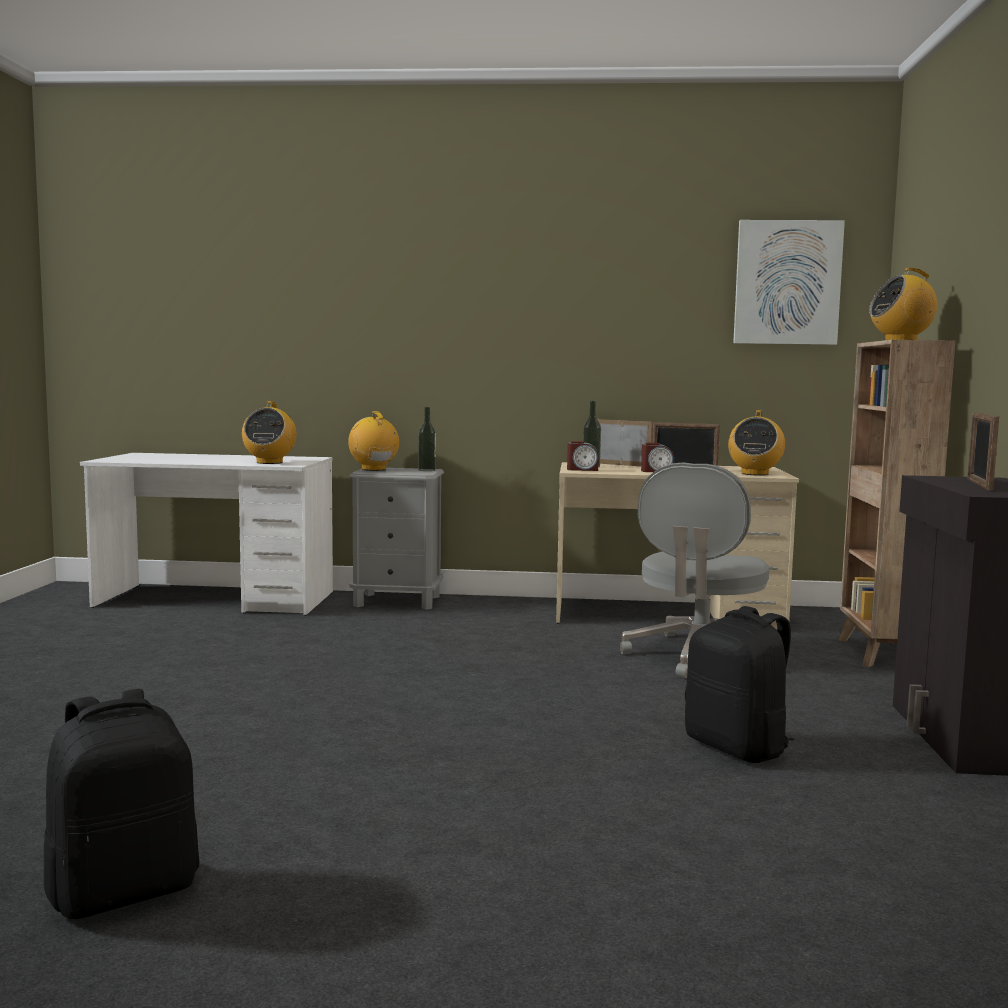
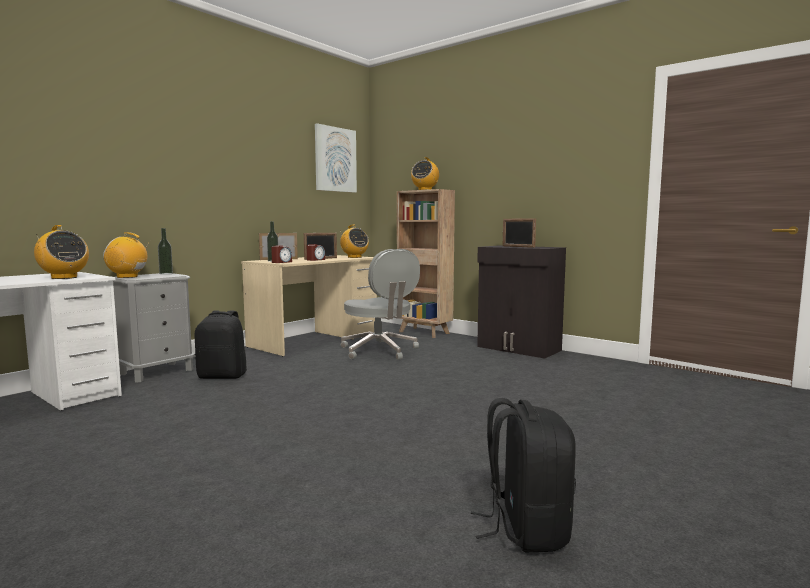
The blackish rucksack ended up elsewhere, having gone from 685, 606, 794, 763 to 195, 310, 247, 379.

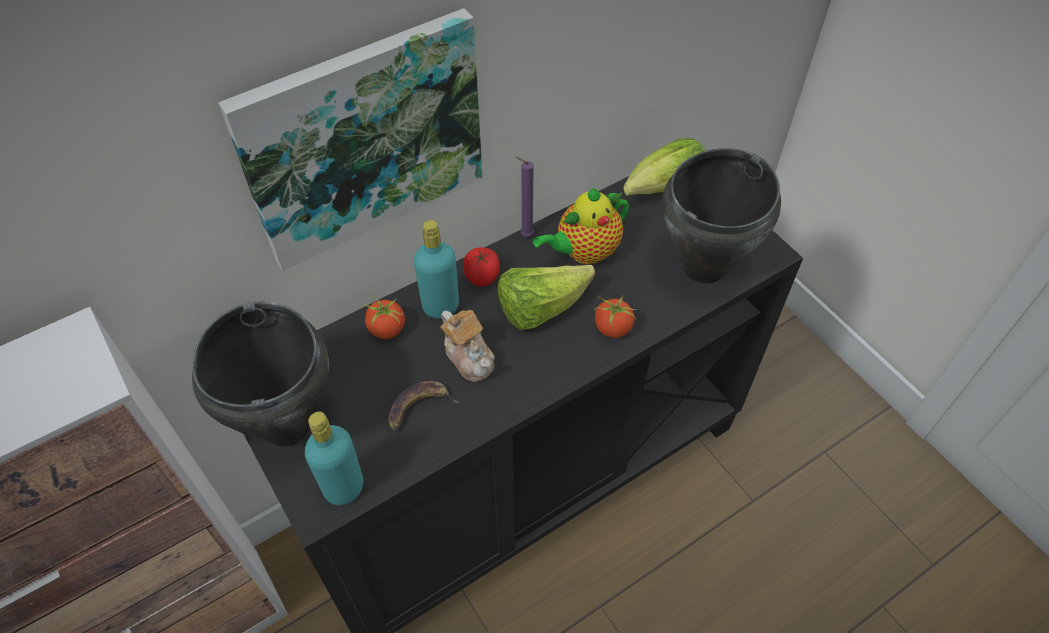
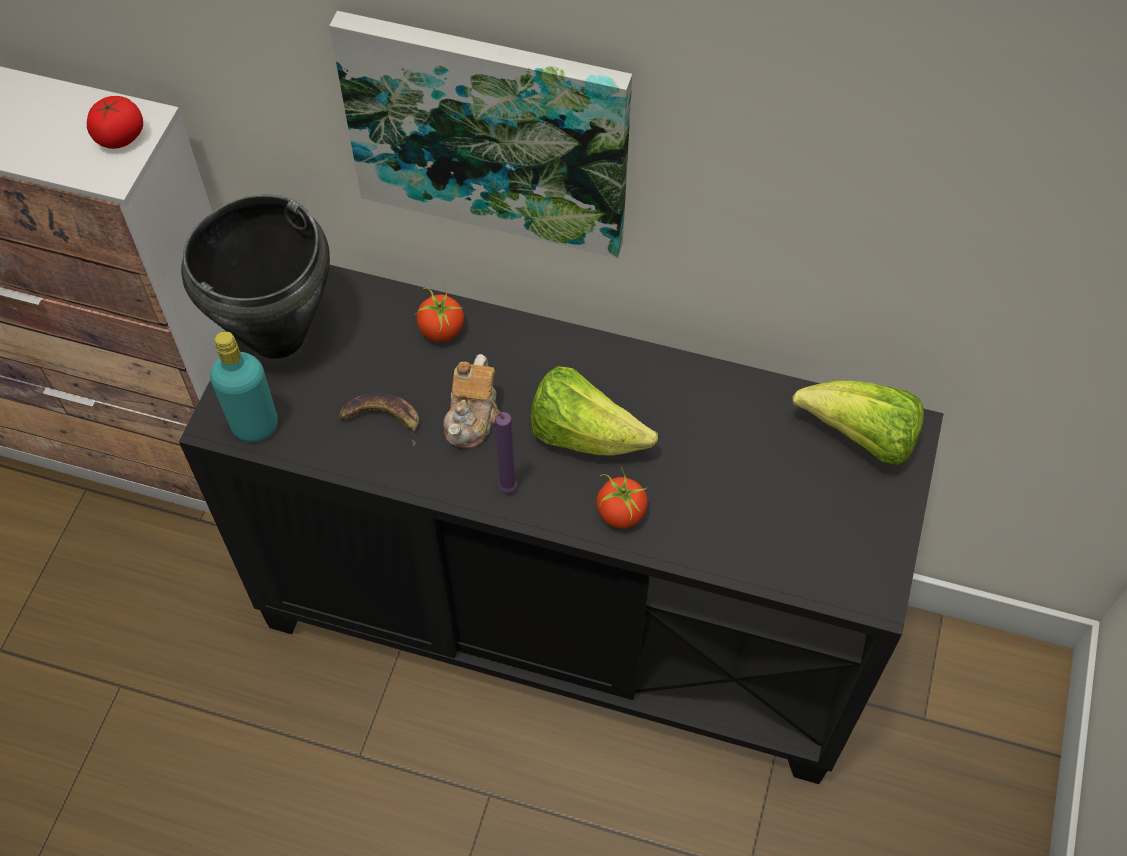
The second view lost the turquoise-coloured drink bottle at 414, 220, 459, 319.
The second view lost the teapot at 533, 188, 629, 264.
The second view lost the blackish stockpot at 662, 148, 781, 284.
The tomato ended up elsewhere, having gone from 463, 247, 500, 287 to 87, 96, 143, 149.
The purple-coloured wax light ended up elsewhere, having gone from 515, 156, 534, 236 to 491, 399, 517, 493.

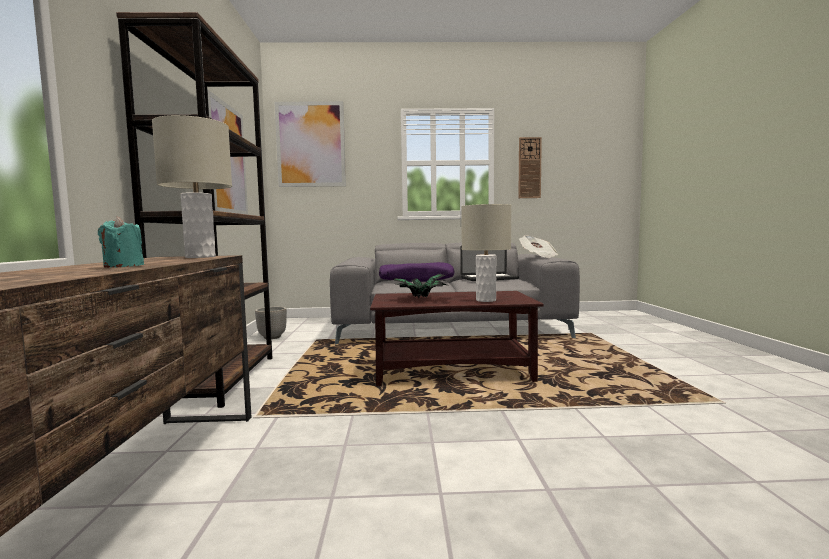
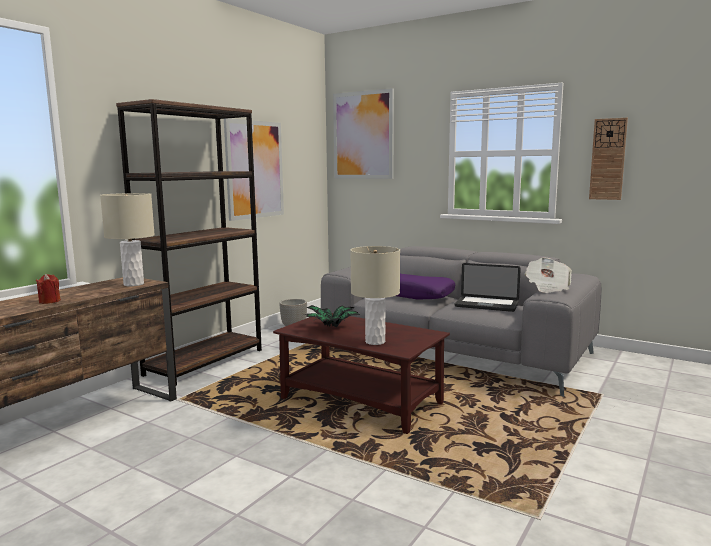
What was the turquoise-coloured wax light at 98, 216, 144, 268 turned into the reddish wax light at 36, 274, 61, 304.

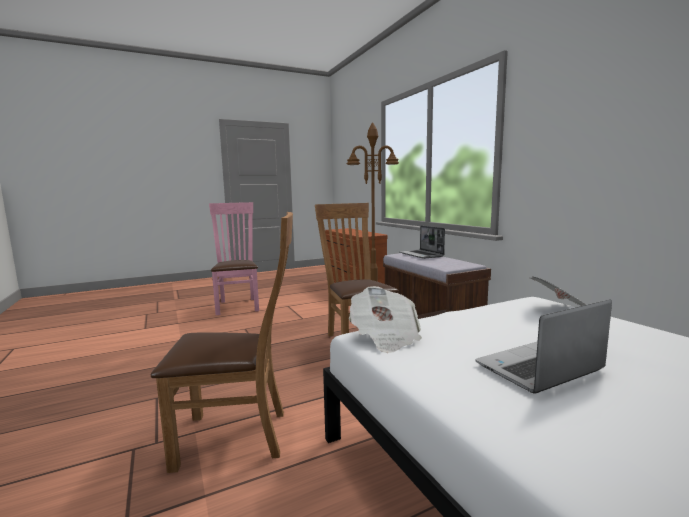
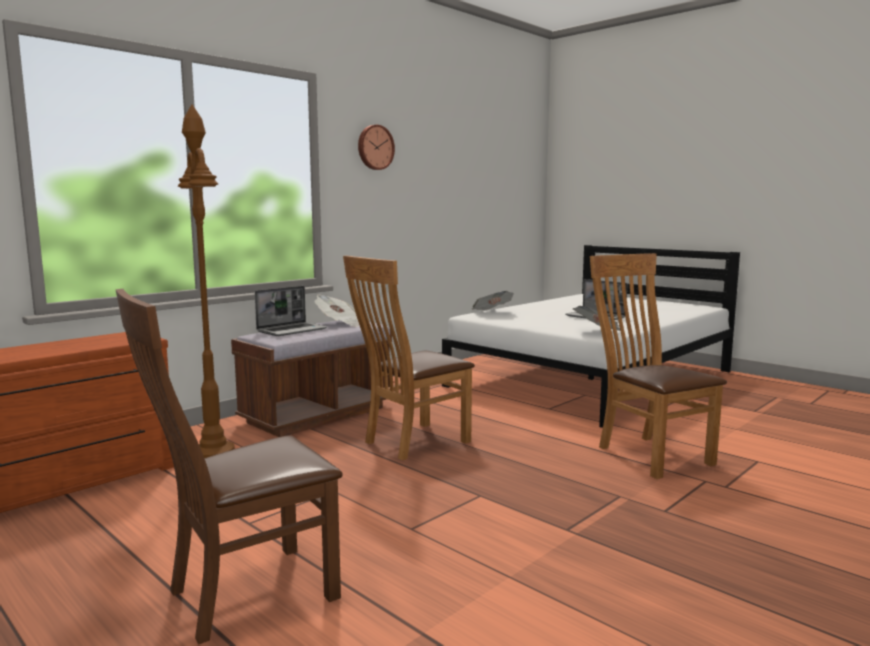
The second view gained the newspaper at 315, 295, 359, 327.
The second view gained the clock on the wall at 358, 125, 395, 170.
What was the pinkish upright chair at 209, 202, 259, 315 turned into the brownish upright chair at 116, 289, 343, 645.

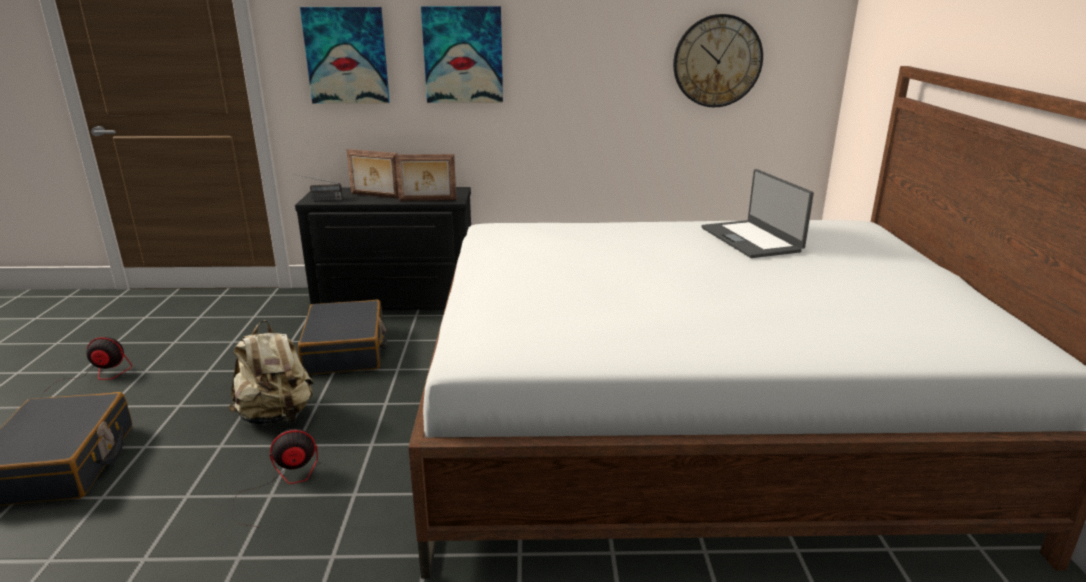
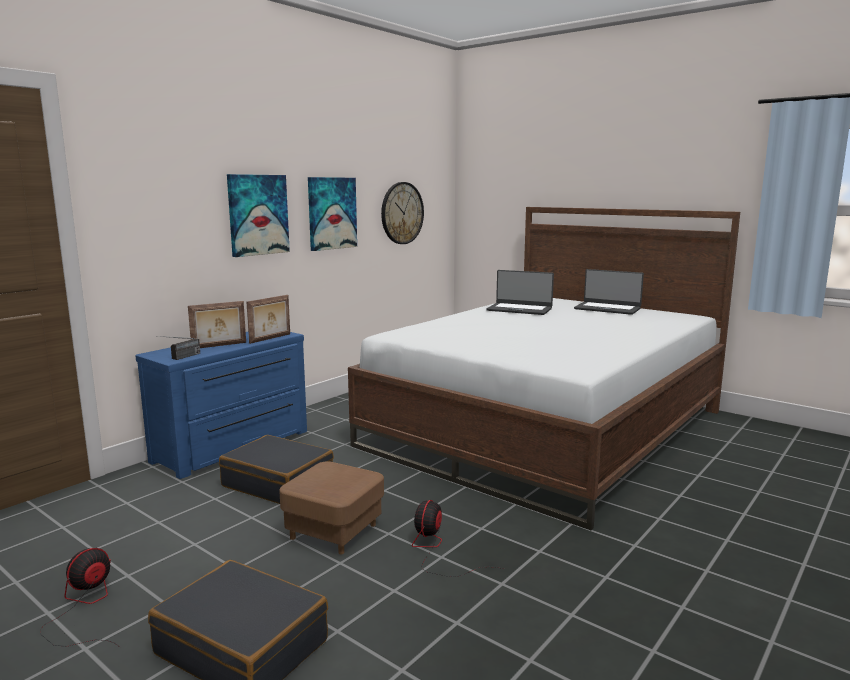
The second view gained the notebook computer at 574, 269, 644, 315.
The picture ended up elsewhere, having gone from 300, 7, 390, 104 to 308, 177, 357, 251.
Where the beige rucksack stood at 228, 320, 313, 425, the brownish footrest came to stand at 279, 461, 384, 555.
What was the blackish chest of drawers at 295, 187, 471, 310 turned into the bluish chest of drawers at 135, 332, 307, 479.

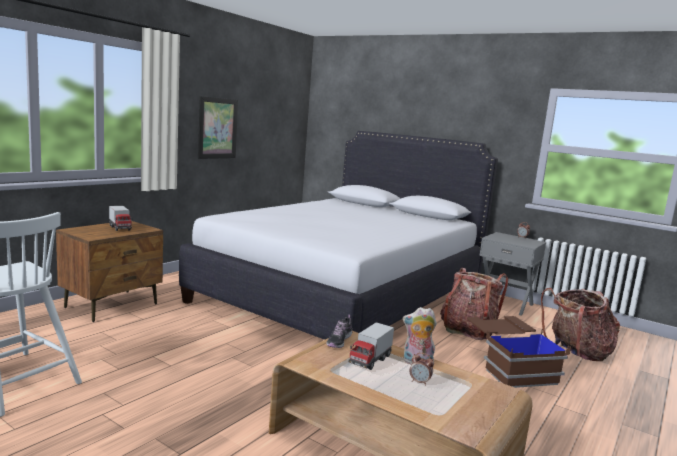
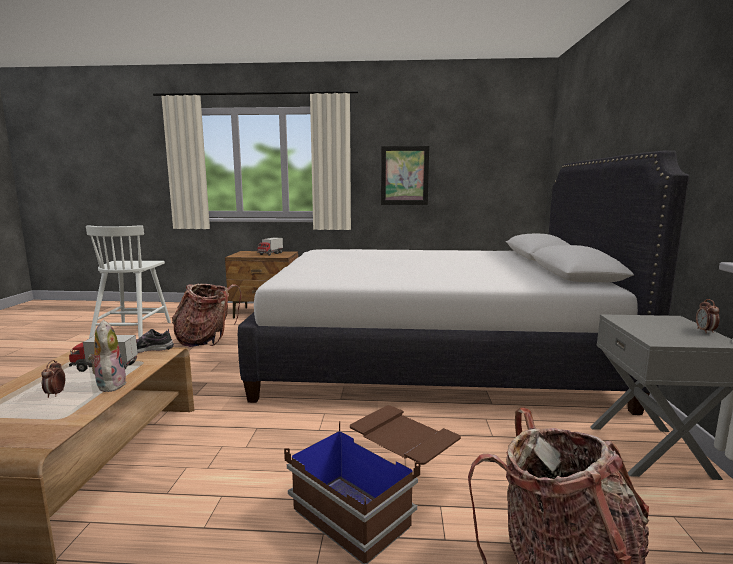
The rucksack ended up elsewhere, having gone from 440, 268, 508, 340 to 172, 283, 242, 347.

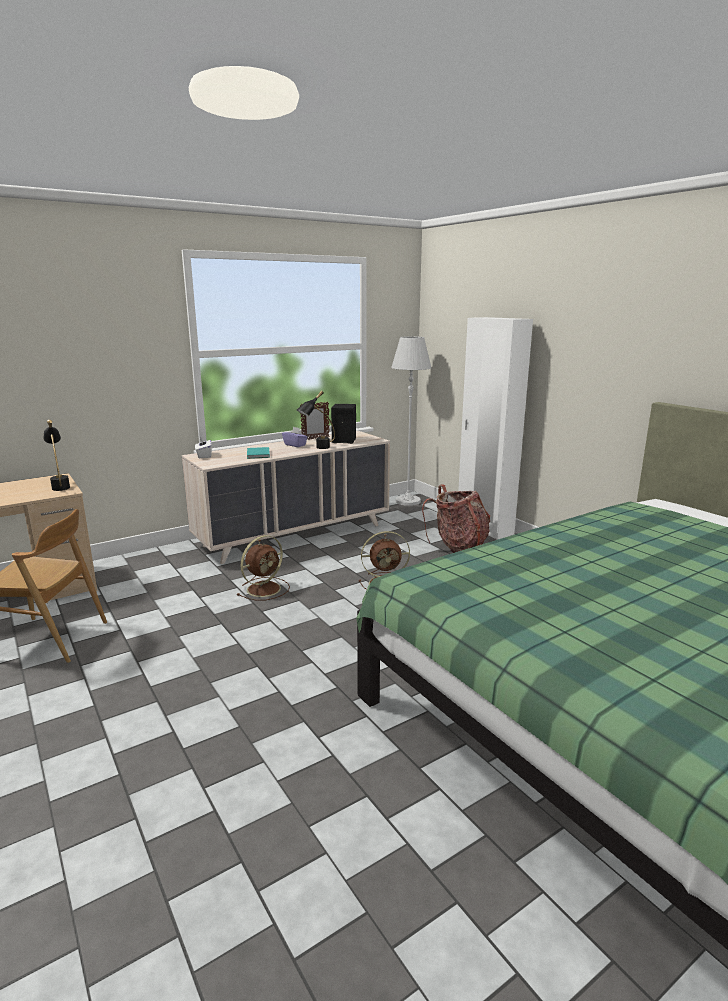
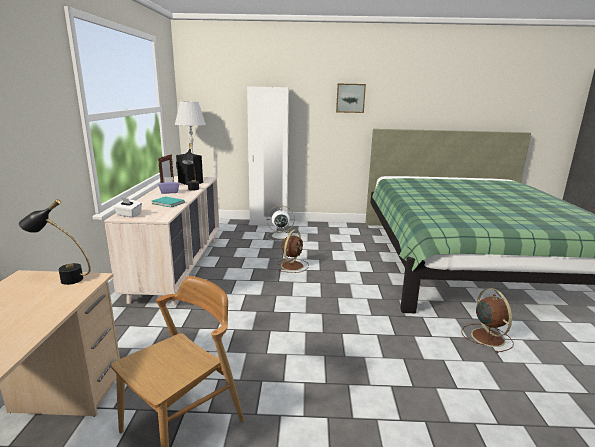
The second view gained the picture at 336, 84, 366, 113.
The brownish fan ended up elsewhere, having gone from 237, 535, 290, 601 to 461, 288, 514, 353.
Where the rucksack stood at 422, 484, 490, 553, the whitish fan came to stand at 266, 205, 295, 241.

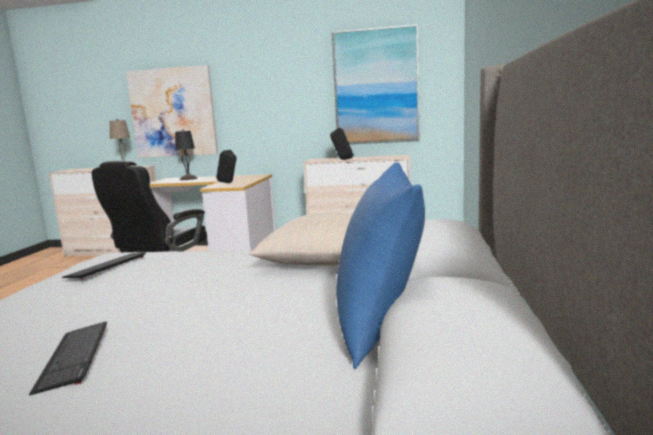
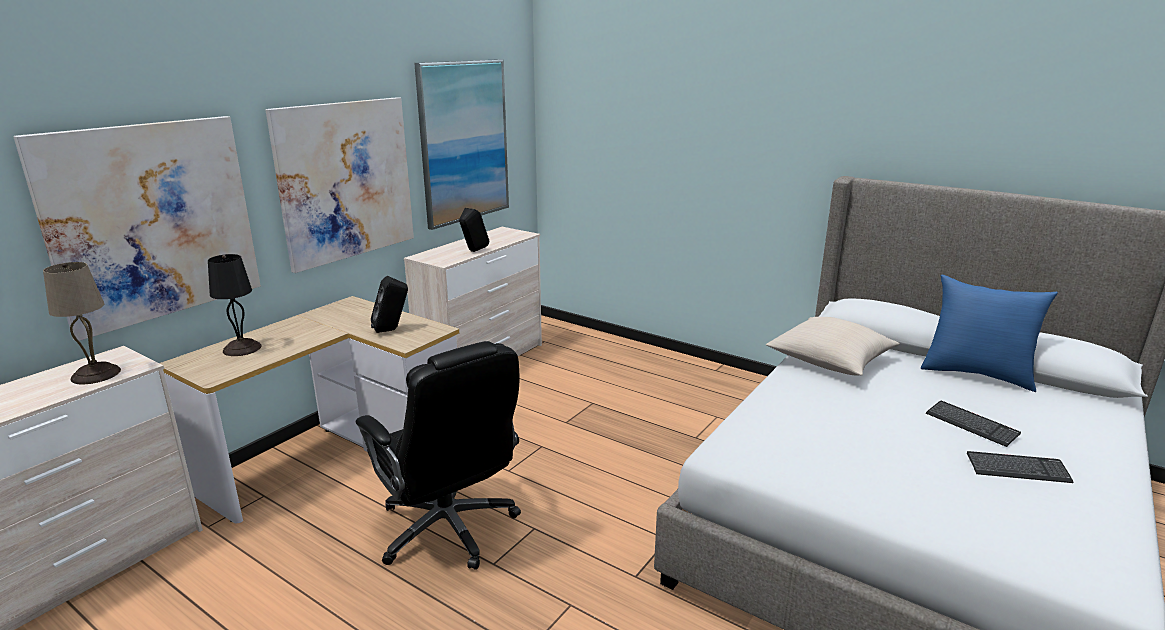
The second view gained the picture at 266, 97, 414, 273.
The keyboard ended up elsewhere, having gone from 62, 252, 146, 280 to 926, 401, 1021, 447.

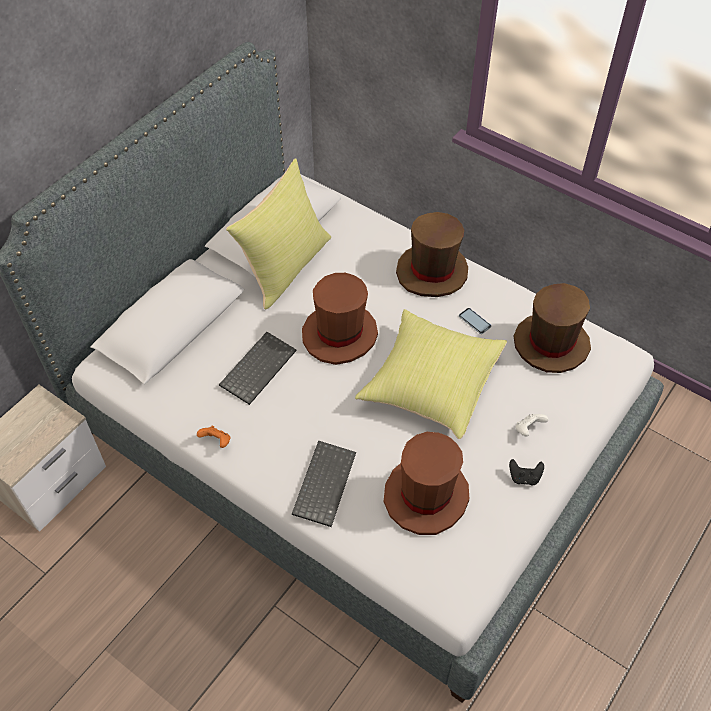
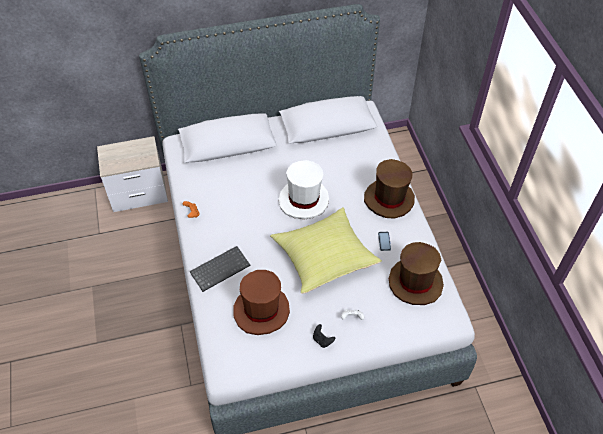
The second view lost the keyboard at 219, 332, 296, 405.
The second view lost the yellowish pillow at 226, 158, 331, 309.
What was the brownish hat at 302, 273, 378, 365 turned into the whitish hat at 279, 160, 329, 219.

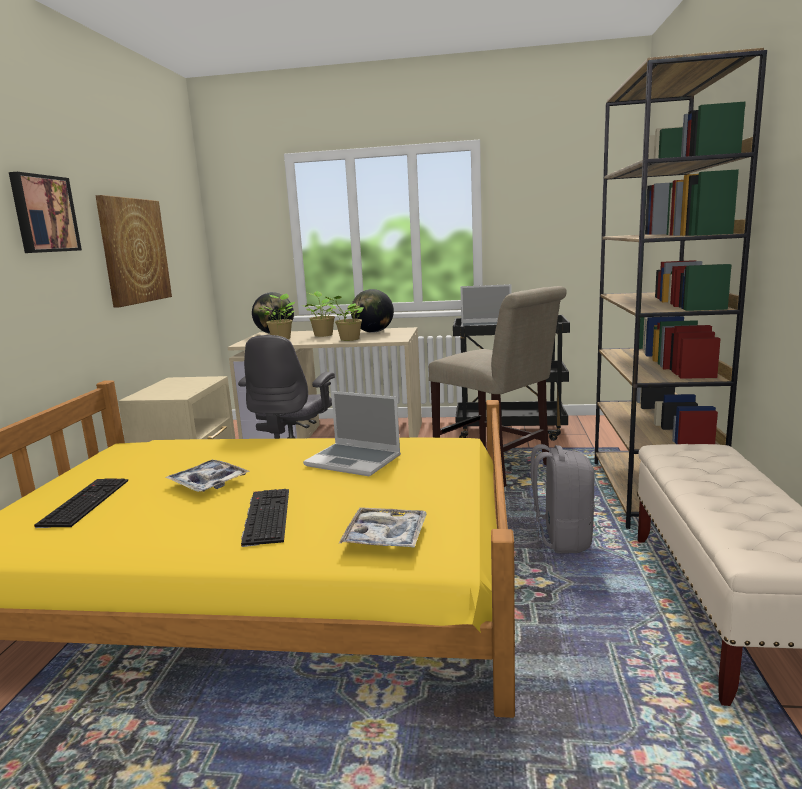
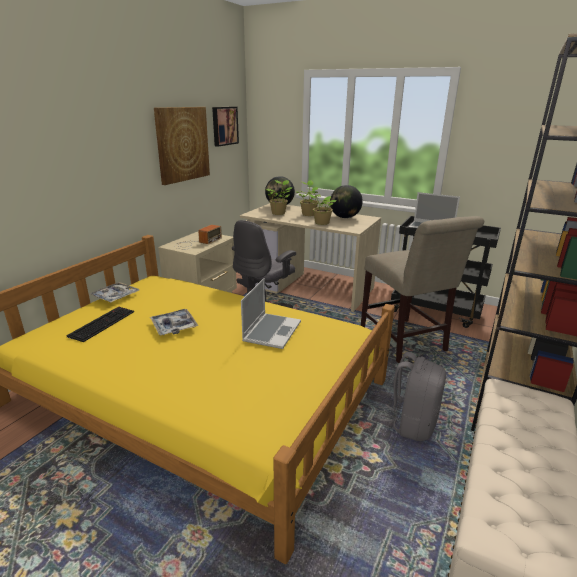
The second view lost the keyboard at 241, 489, 289, 547.
The second view gained the radio set at 174, 225, 222, 249.
The picture ended up elsewhere, having gone from 9, 172, 82, 253 to 212, 107, 239, 147.
The tray ended up elsewhere, having gone from 339, 507, 427, 548 to 91, 282, 140, 302.
The notebook computer at 303, 391, 401, 477 ended up facing another way, 120 degrees counterclockwise from before.

